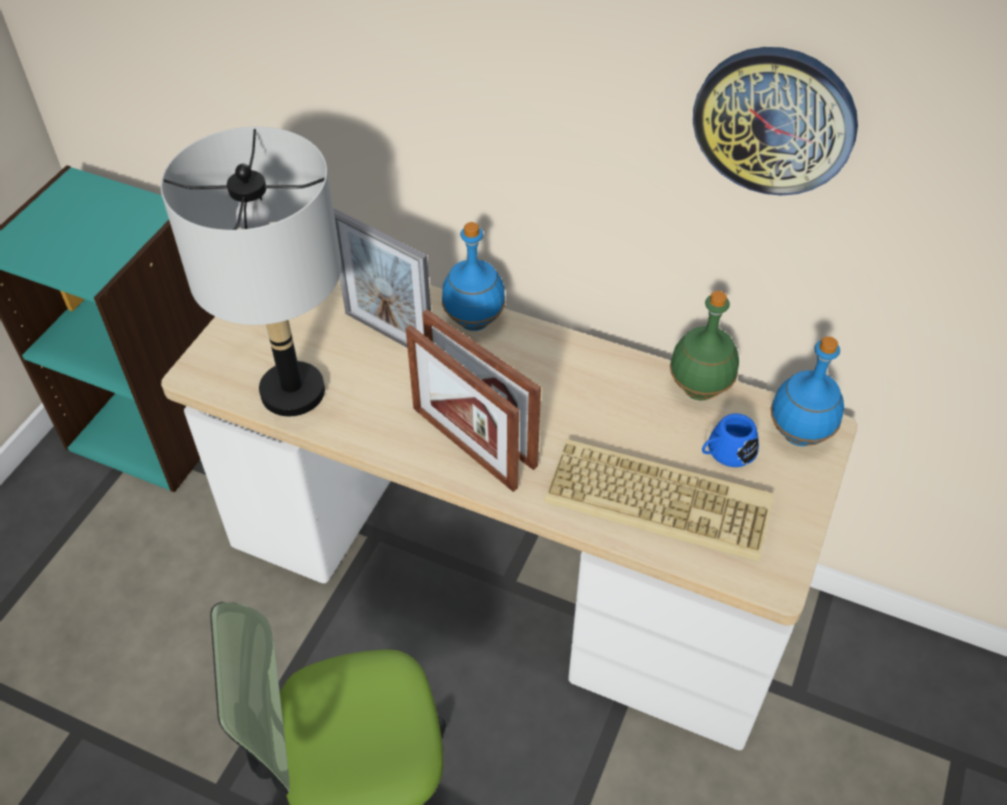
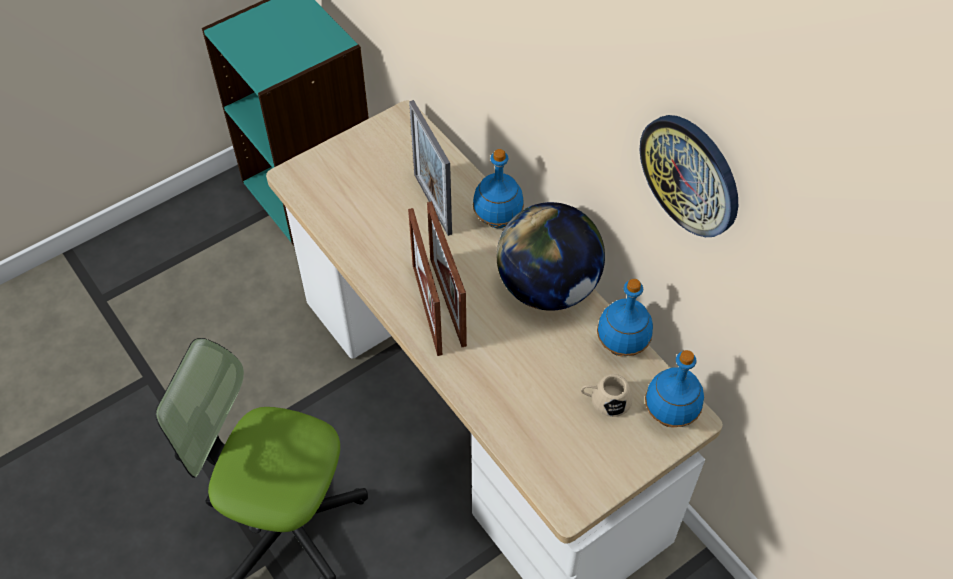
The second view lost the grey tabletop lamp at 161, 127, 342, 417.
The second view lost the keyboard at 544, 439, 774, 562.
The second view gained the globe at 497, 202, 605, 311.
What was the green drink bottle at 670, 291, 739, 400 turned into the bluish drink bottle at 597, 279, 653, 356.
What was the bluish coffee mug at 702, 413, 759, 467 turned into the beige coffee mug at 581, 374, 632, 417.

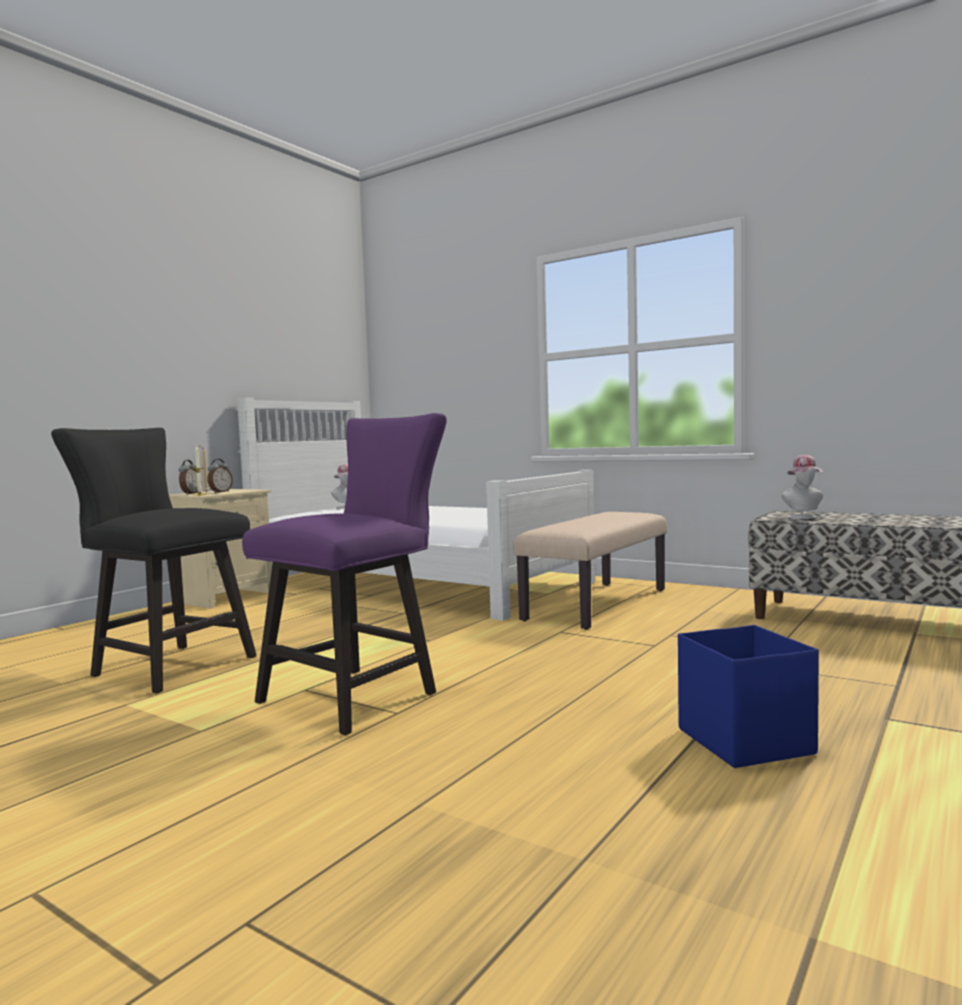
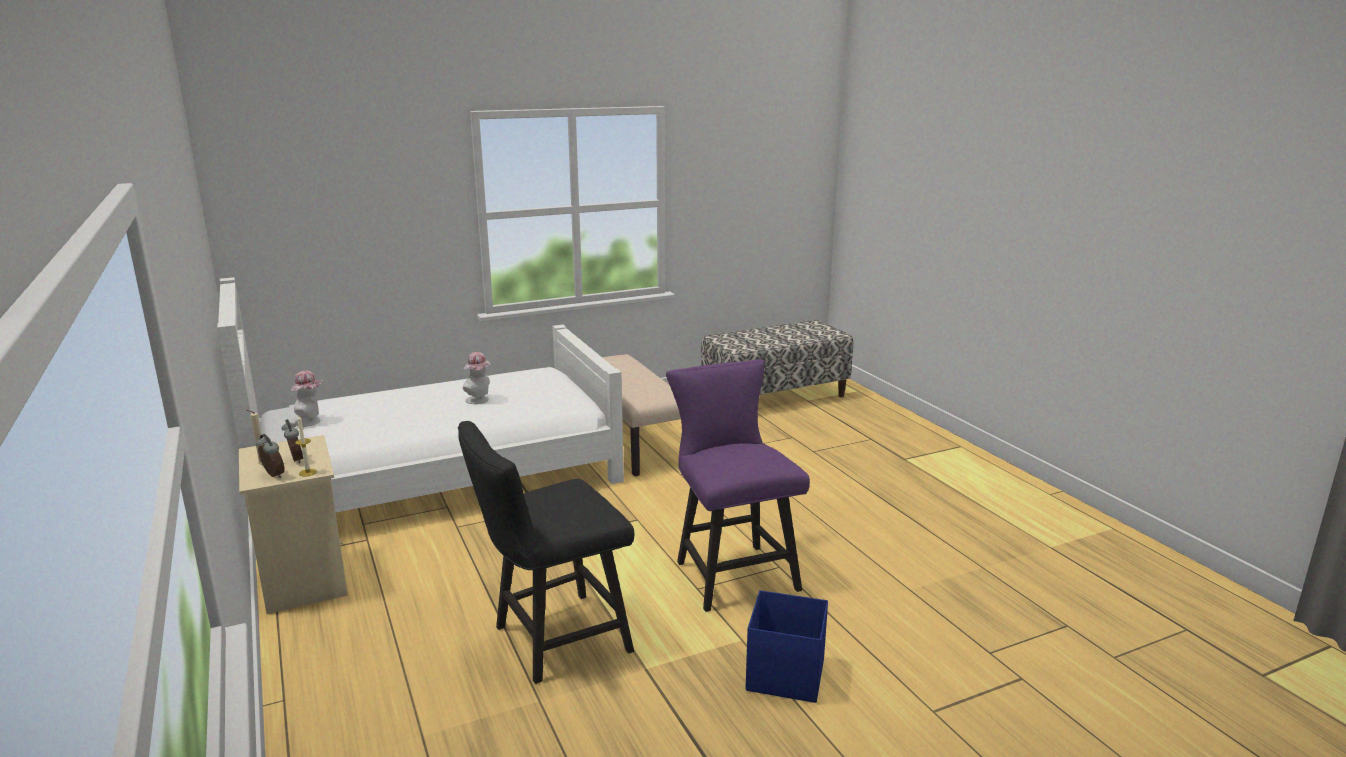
The bluish storage bin ended up elsewhere, having gone from 678, 625, 819, 768 to 746, 590, 828, 703.
The hat ended up elsewhere, having gone from 781, 455, 823, 519 to 463, 352, 492, 404.

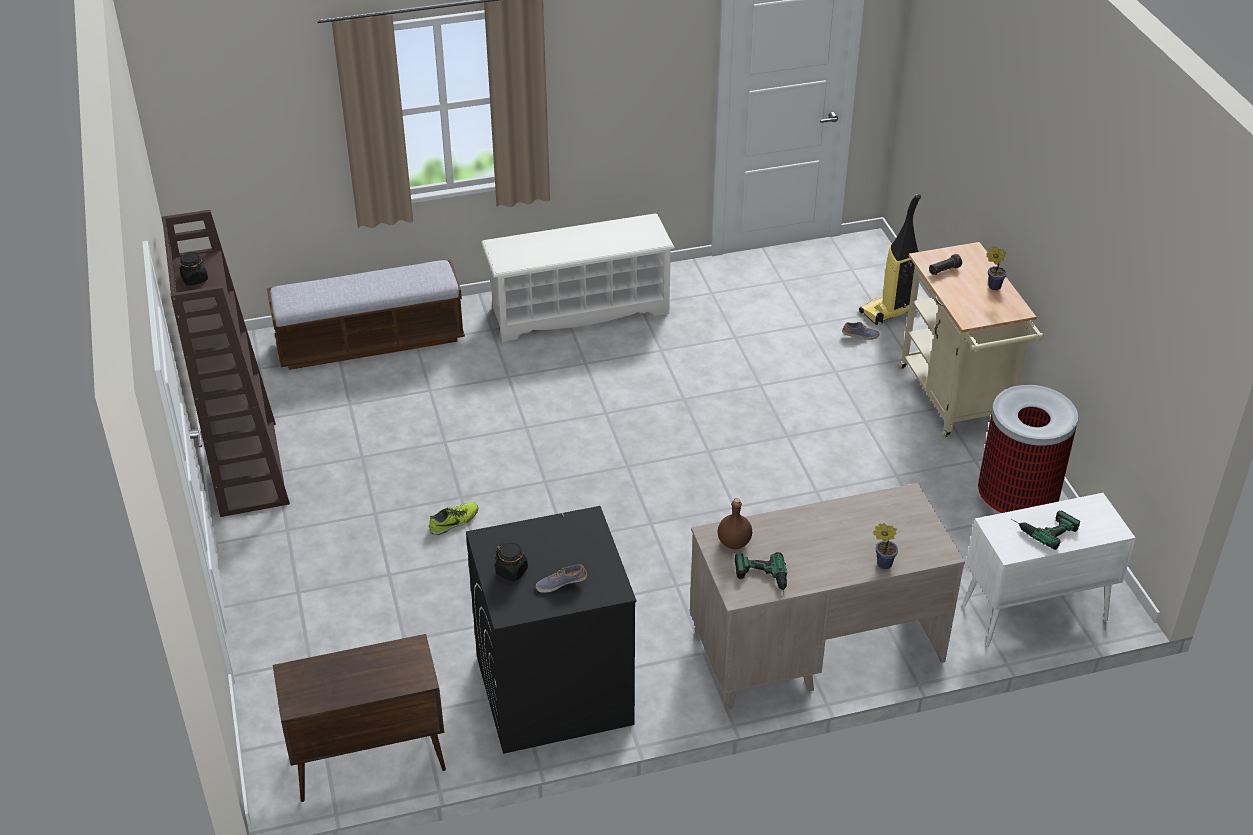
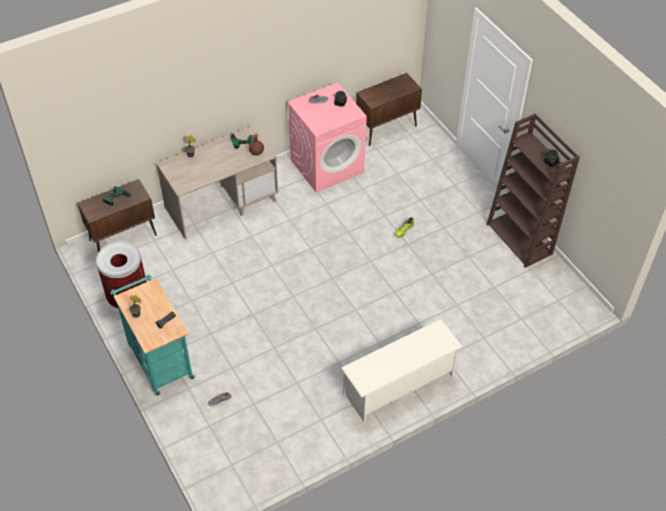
The second view lost the indoor bench at 267, 259, 465, 370.
The second view lost the vacuum cleaner at 859, 194, 921, 325.
What was the blackish washing machine at 466, 506, 636, 754 turned into the pinkish washing machine at 288, 82, 367, 192.
What was the beige wheeled cart at 898, 242, 1044, 439 turned into the turquoise-coloured wheeled cart at 110, 274, 195, 396.
What was the whitish storage cabinet at 962, 493, 1135, 647 turned into the brownish storage cabinet at 78, 179, 157, 252.

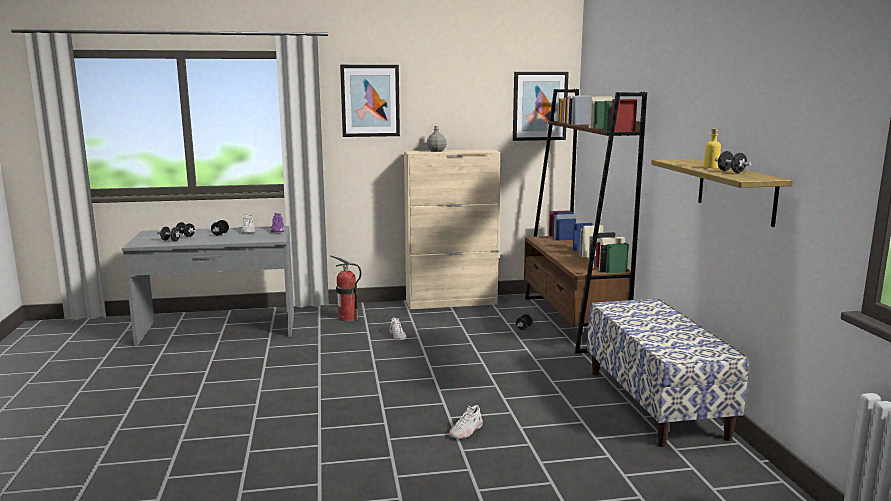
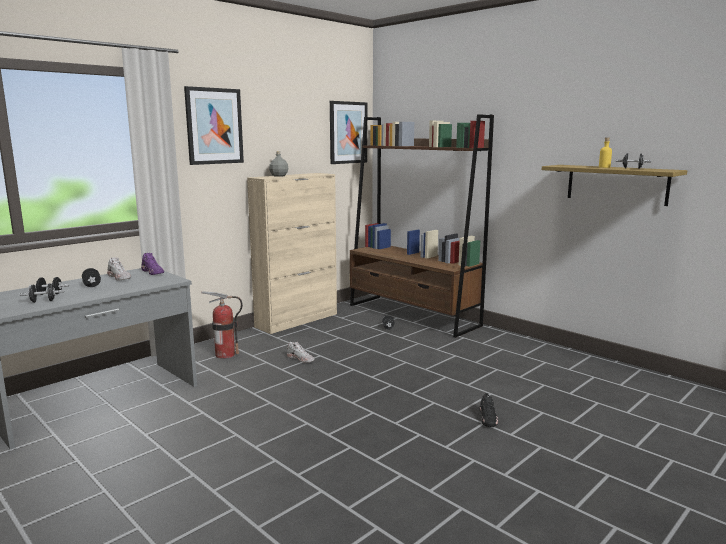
The second view lost the indoor bench at 587, 299, 749, 447.
What was the whitish low shoe at 449, 405, 483, 439 turned into the blackish low shoe at 480, 393, 498, 427.

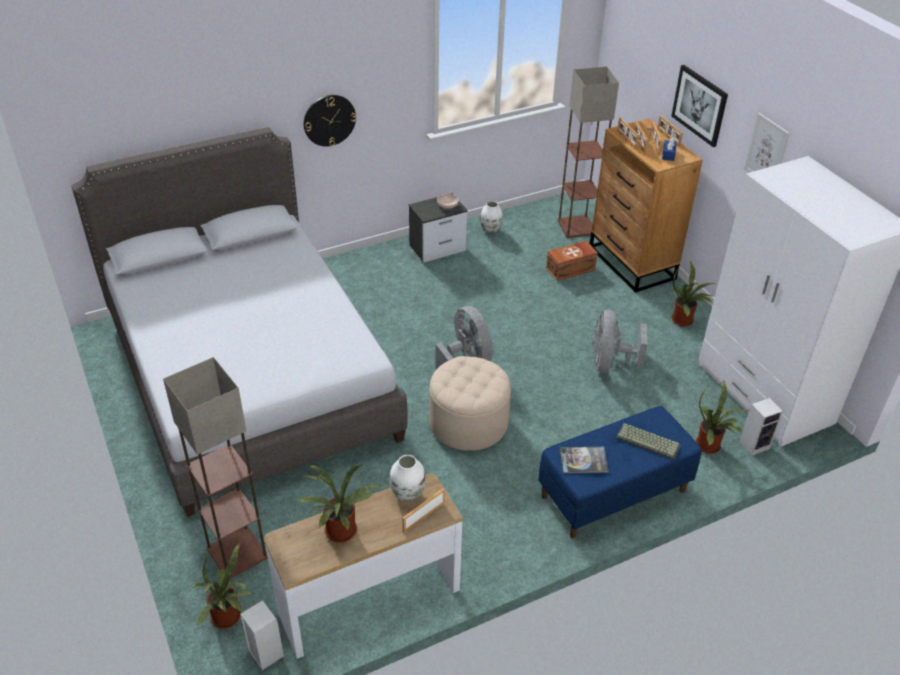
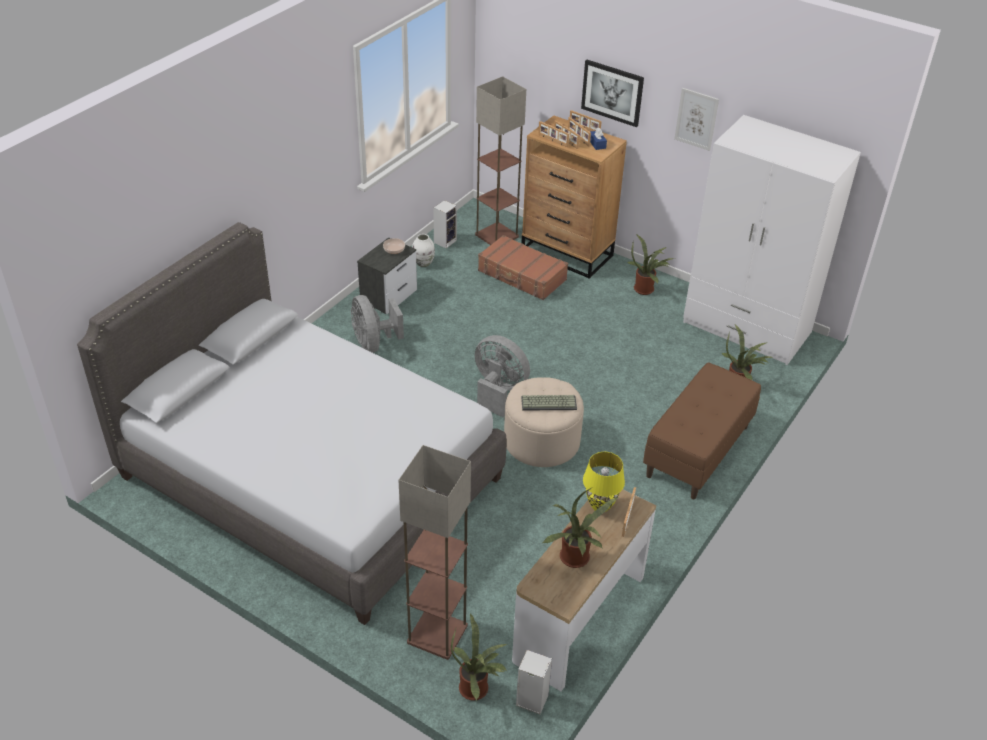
The second view lost the clock on the wall at 304, 95, 356, 146.
The second view lost the book at 560, 447, 609, 474.
The grey fan ended up elsewhere, having gone from 592, 310, 647, 372 to 351, 295, 404, 353.
The keyboard ended up elsewhere, having gone from 616, 423, 681, 460 to 521, 395, 577, 411.
The speaker ended up elsewhere, having gone from 739, 398, 783, 455 to 433, 200, 457, 248.
Where the whitish flower vase stood at 390, 455, 426, 502, the yellowish tabletop lamp came to stand at 583, 452, 625, 512.
Where the brownish storage bin stood at 546, 241, 598, 281, the brownish travel case came to stand at 478, 235, 568, 300.
What was the bluish indoor bench at 538, 406, 702, 538 turned into the brownish indoor bench at 643, 362, 761, 499.

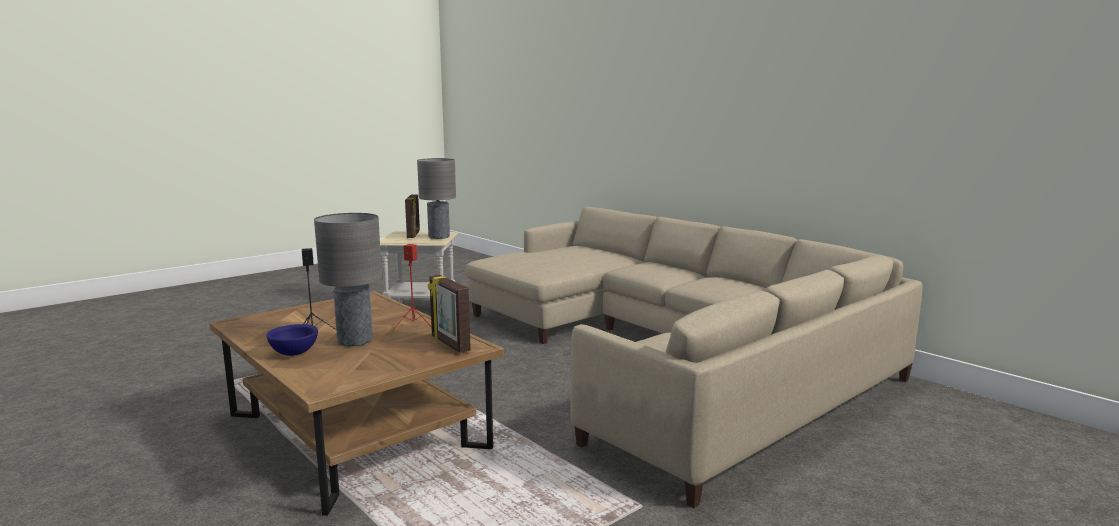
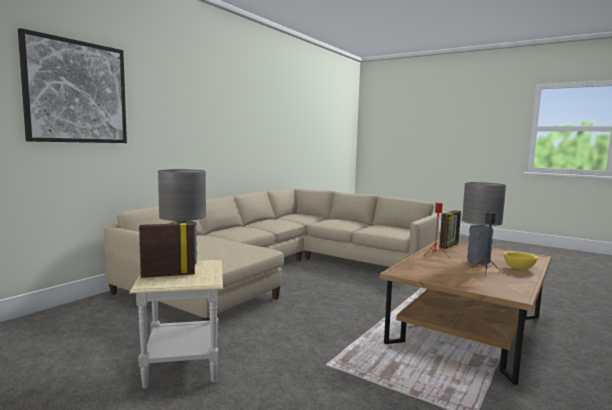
The second view gained the picture at 18, 28, 127, 143.
What was the bluish deep dish at 266, 324, 318, 356 turned into the yellowish deep dish at 504, 251, 538, 270.

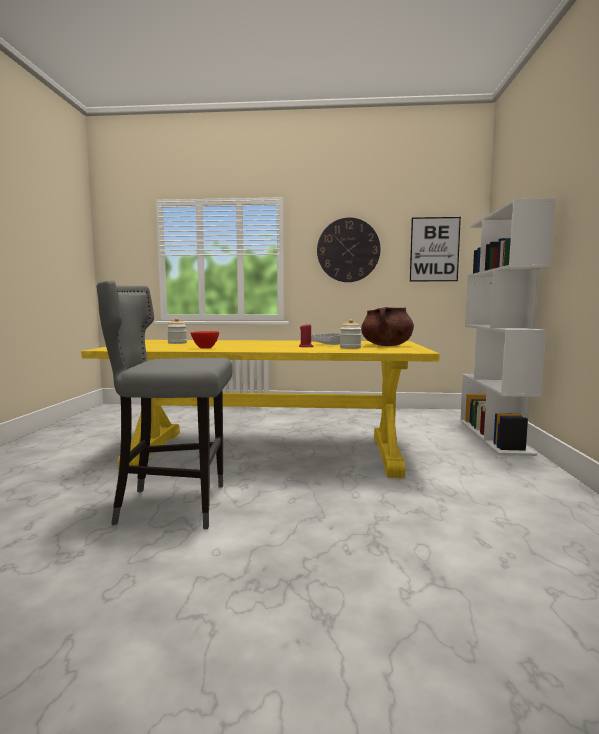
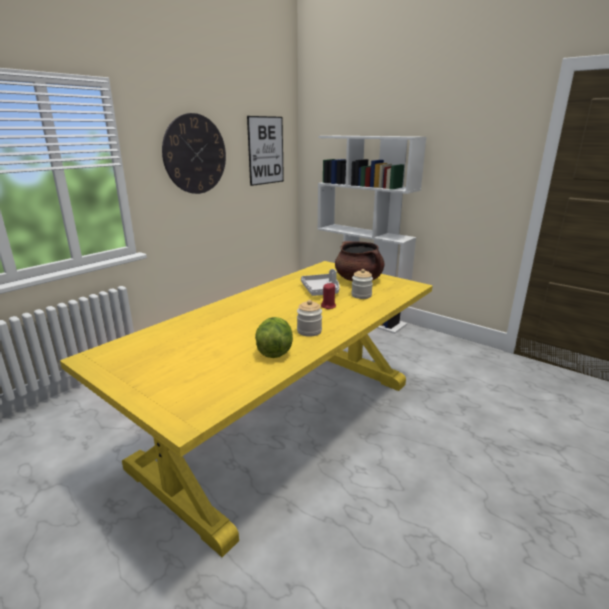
The second view lost the grey sitting stool at 96, 280, 232, 529.
The storage jar ended up elsewhere, having gone from 167, 318, 187, 344 to 297, 300, 322, 337.
Where the reddish deep dish stood at 191, 331, 219, 349, the head of lettuce came to stand at 255, 317, 293, 358.

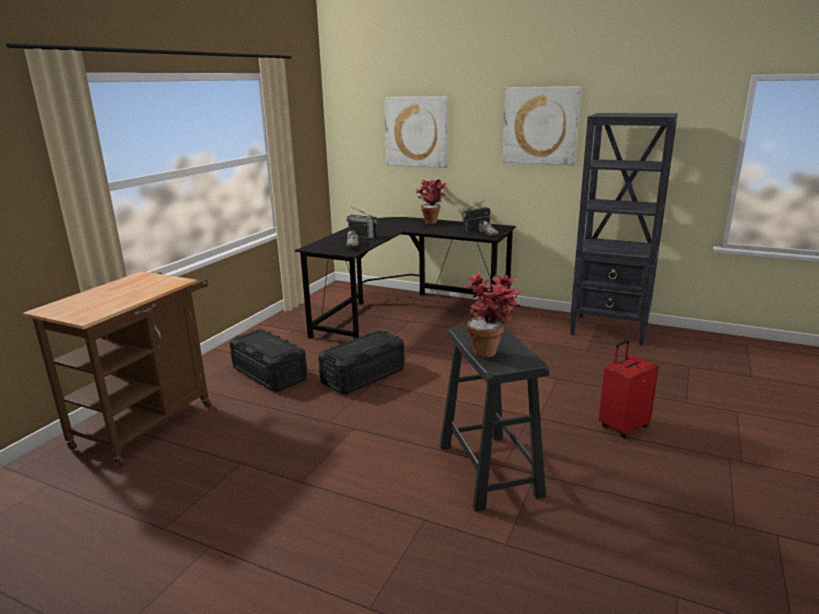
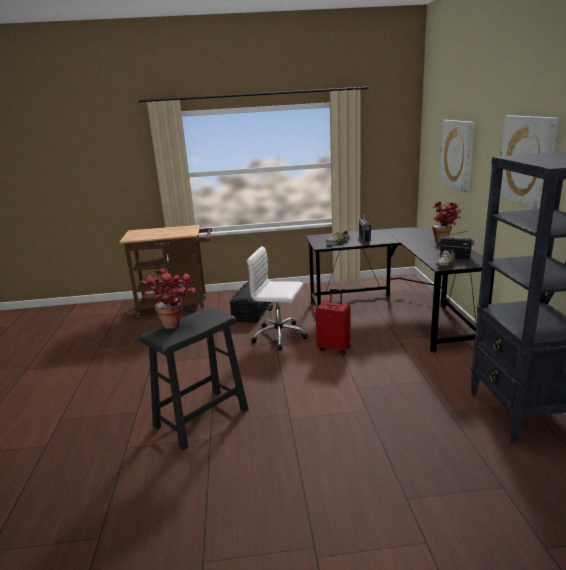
The reddish travel case ended up elsewhere, having gone from 599, 340, 659, 439 to 316, 289, 351, 355.
Where the blackish storage bin stood at 318, 331, 405, 395, the whitish office chair came to stand at 247, 246, 308, 351.

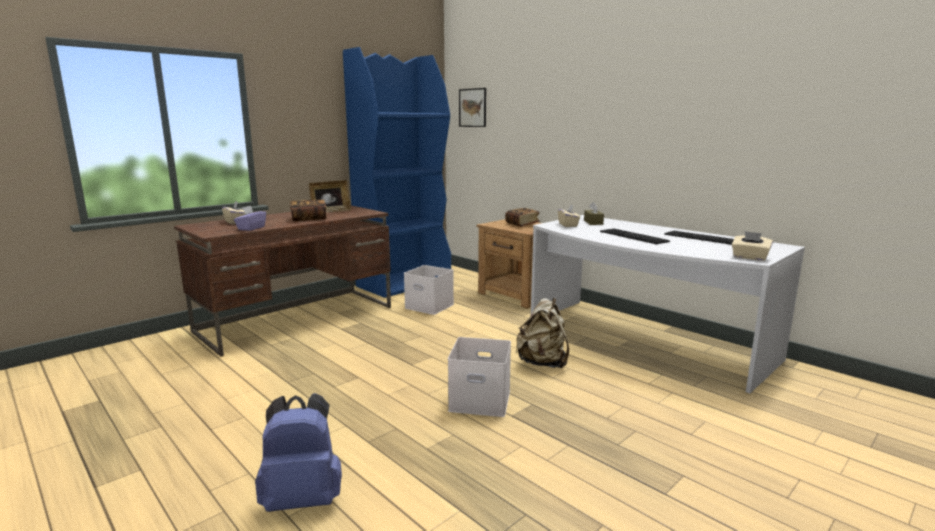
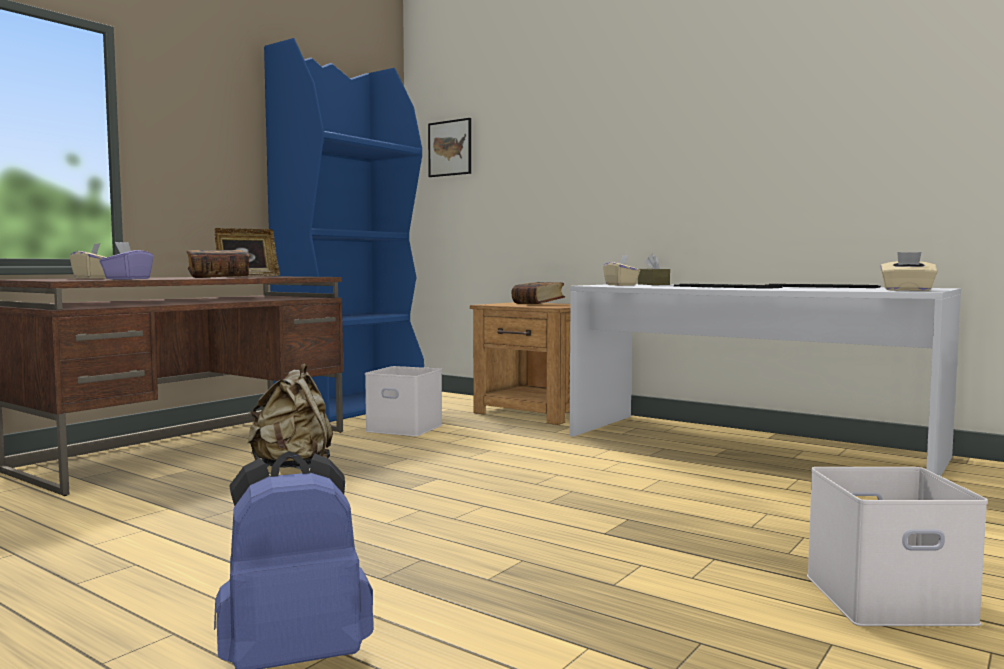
The whitish storage bin ended up elsewhere, having gone from 448, 337, 511, 417 to 807, 467, 988, 626.
The beige rucksack ended up elsewhere, having gone from 516, 298, 569, 368 to 248, 364, 333, 470.

